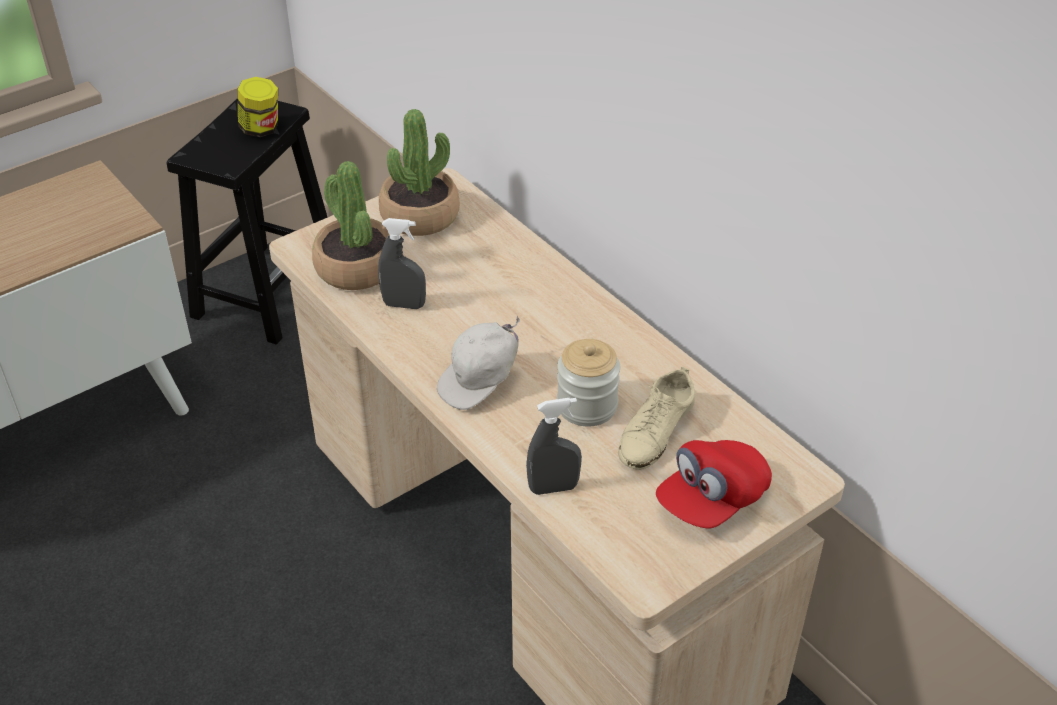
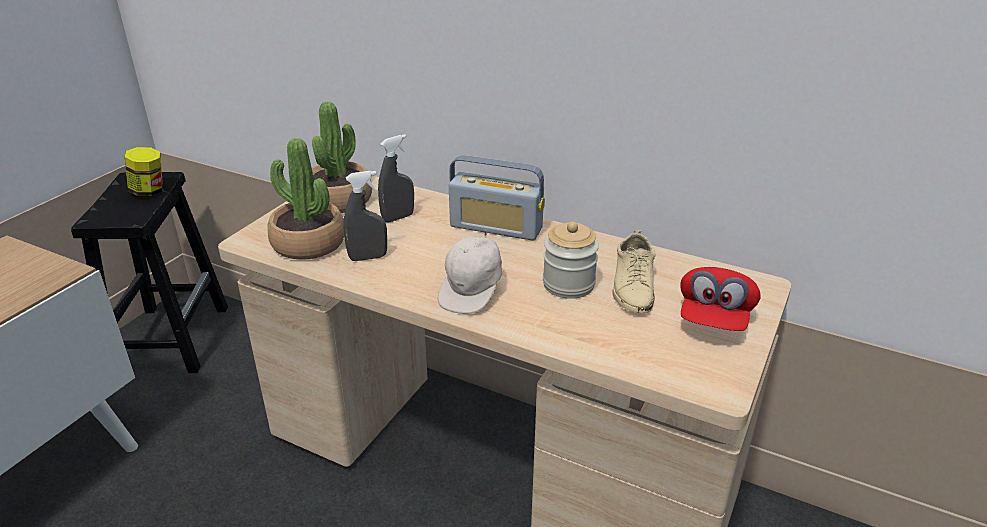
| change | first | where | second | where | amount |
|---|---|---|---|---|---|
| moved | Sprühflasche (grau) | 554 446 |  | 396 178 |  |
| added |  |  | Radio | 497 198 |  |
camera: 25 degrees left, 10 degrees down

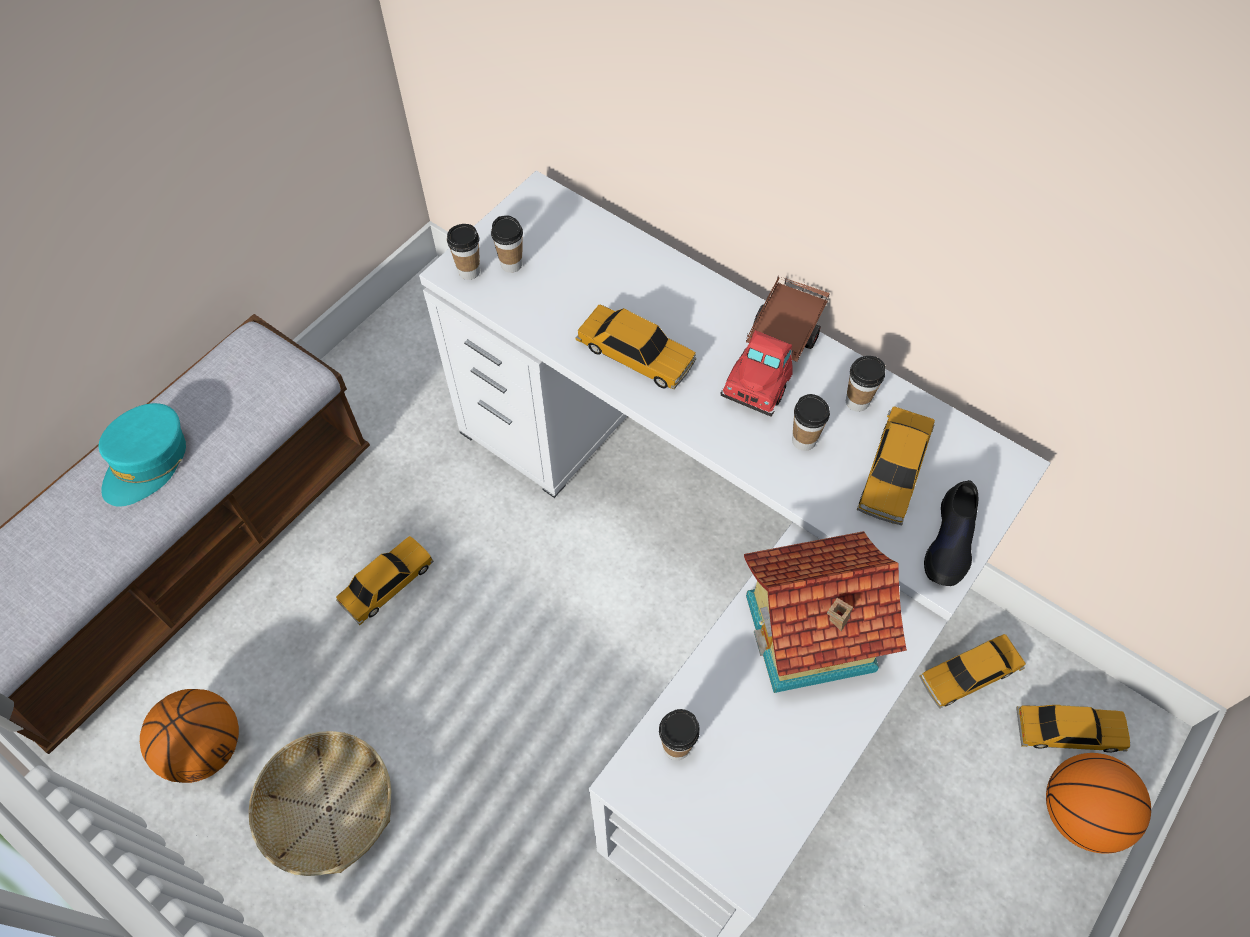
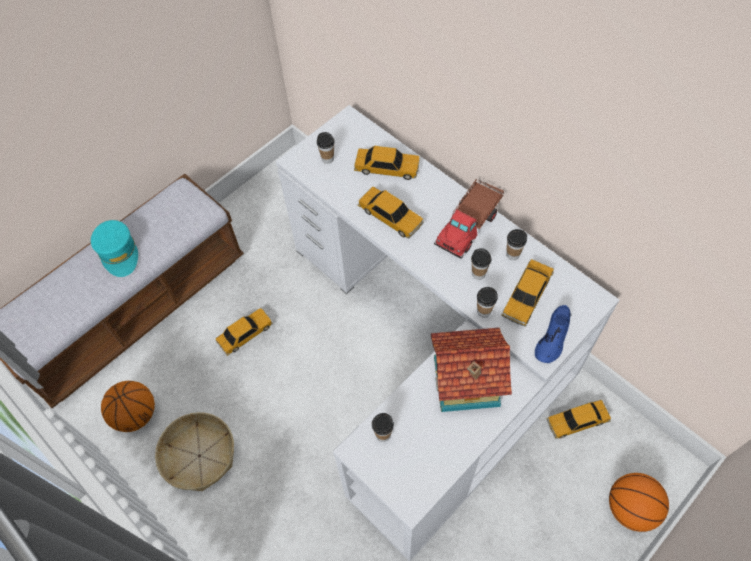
| change | first | where | second | where | amount |
|---|---|---|---|---|---|
| turned | Kappe (türkis) | 142 455 |  | 114 248 | 60 degrees counterclockwise |
| moved | Spielzeugauto | 1073 728 |  | 387 163 |  |
| moved | Tasse | 463 252 |  | 487 302 |  |
| recoloured | Schuh (schwarz) | 951 533 | Schuh (blau) | 552 334 |  |
camera: 10 degrees right, 0 degrees up

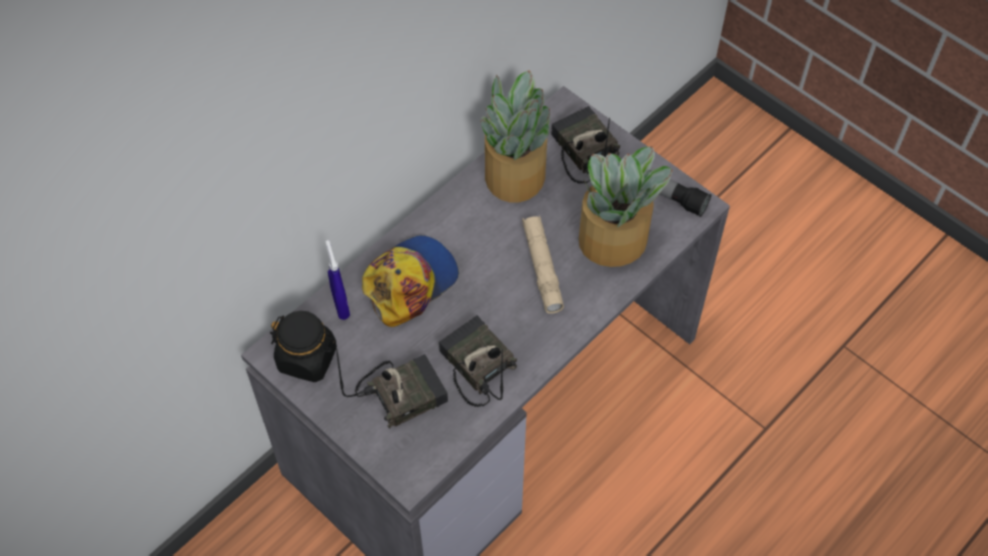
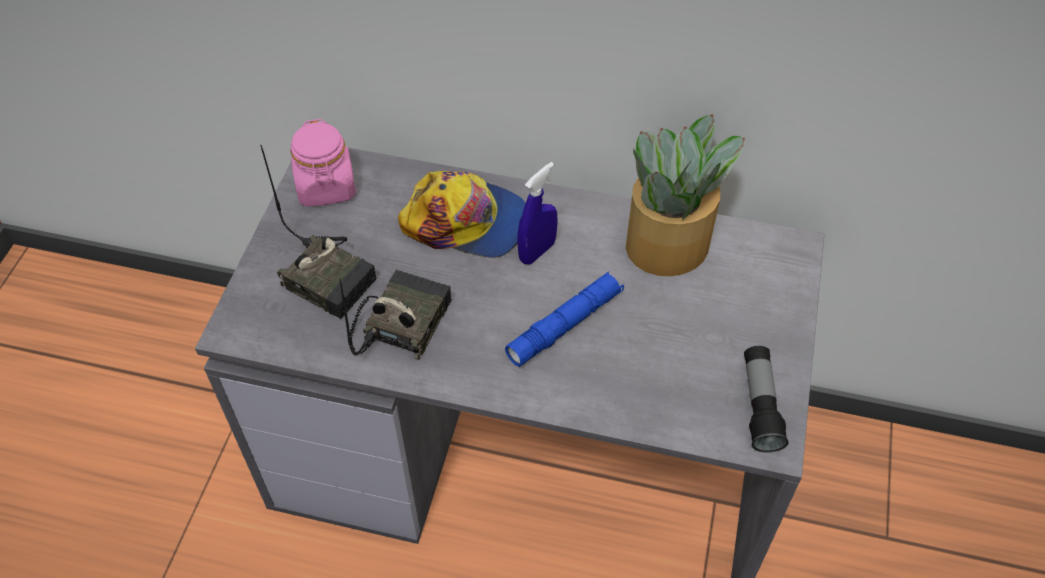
| change | first | where | second | where | amount |
|---|---|---|---|---|---|
| recoloured | Vorratsglas (schwarz) | 303 346 | Vorratsglas (rosa) | 323 163 |  |
| recoloured | Taschenlampe (beige) | 543 264 | Taschenlampe (blau) | 564 319 |  |
| moved | Sprühflasche (blau) | 337 280 |  | 537 213 |  |
| removed | Radio | 585 145 |  |  |  |
| removed | Topfpflanze | 625 206 |  |  |  |
camera: 60 degrees right, 5 degrees down

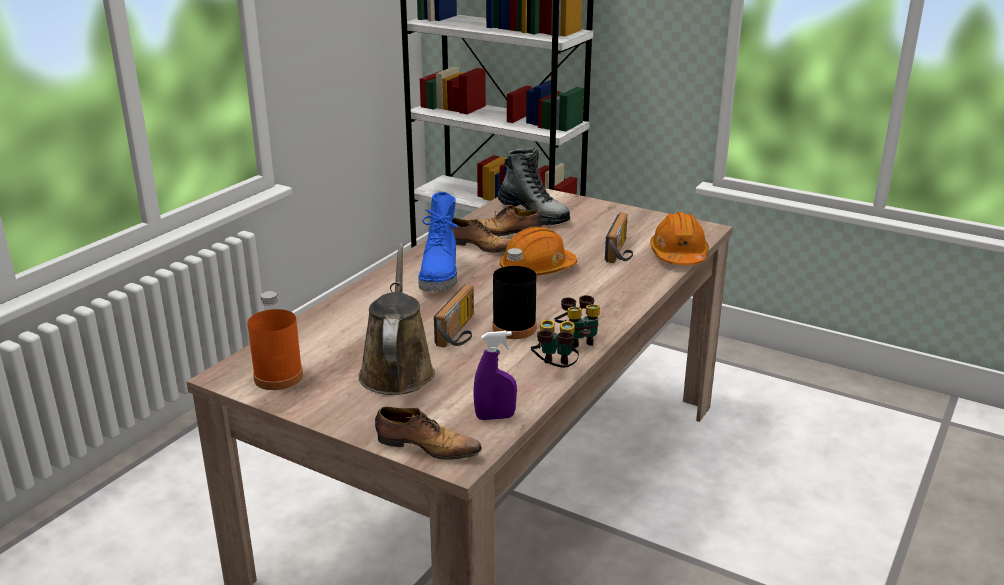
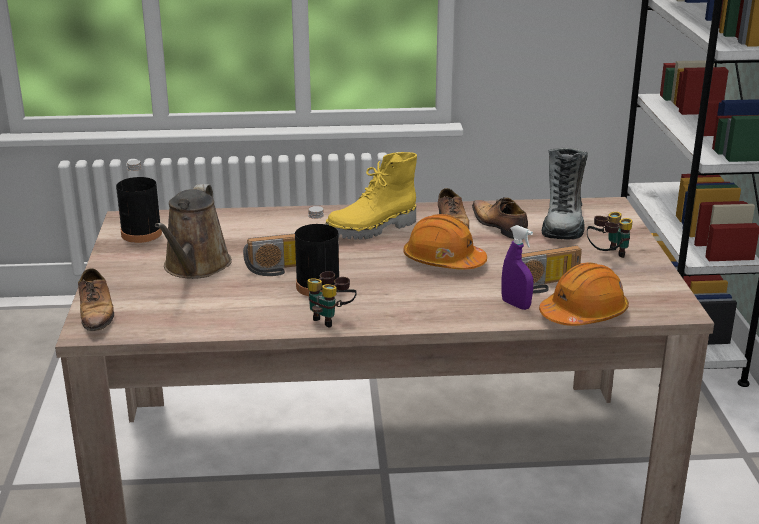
| change | first | where | second | where | amount |
|---|---|---|---|---|---|
| recoloured | Flasche (orange) | 275 340 | Flasche (schwarz) | 139 201 |  |
| turned | Gießkanne (braun) | 396 319 |  | 193 231 | 135 degrees clockwise |
| recoloured | Stiefel (blau) | 438 242 | Stiefel (gelb) | 371 196 |  |
| moved | Sprühflasche (lila) | 495 375 |  | 517 267 |  |
| moved | Fernglas | 555 344 |  | 610 235 |  |
camera: 55 degrees right, 0 degrees up

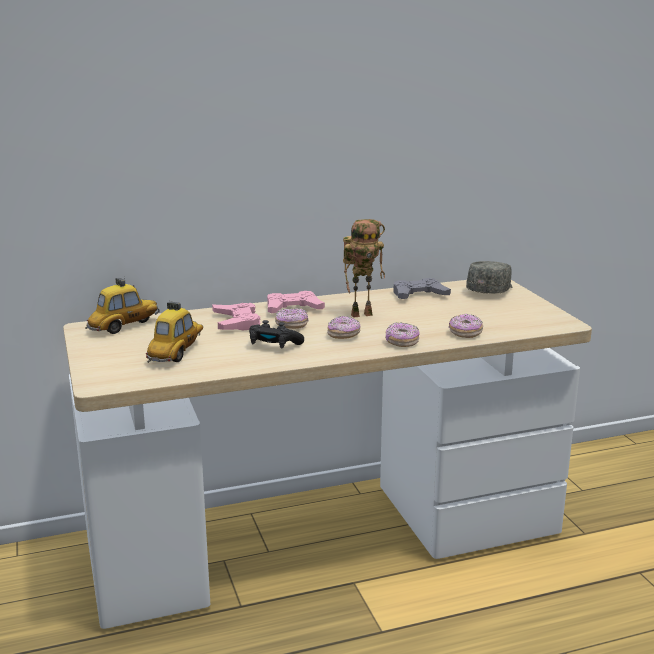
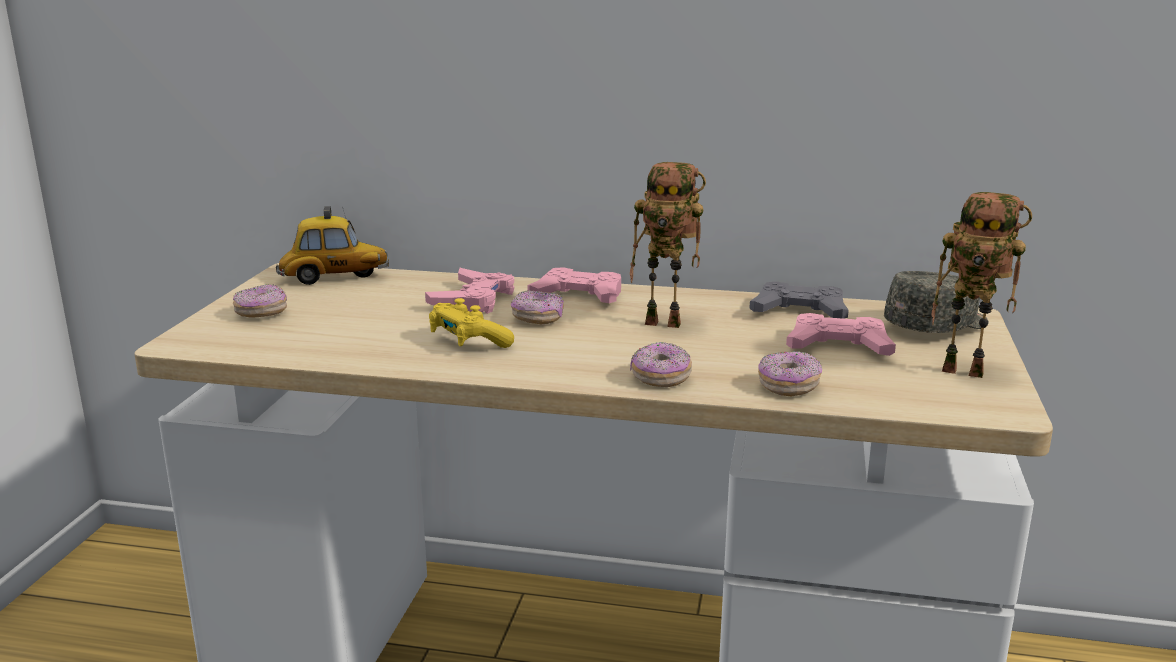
| change | first | where | second | where | amount |
|---|---|---|---|---|---|
| moved | Donut | 343 327 |  | 260 301 |  |
| recoloured | Gamepad (schwarz) | 276 334 | Gamepad (gelb) | 471 323 |  |
| added |  |  | Gamepad (rosa) | 841 334 |  |
| added |  |  | Spielzeugroboter | 981 285 |  |
| removed | Spielzeugauto | 174 332 |  |  |  |
camera: 30 degrees right, 0 degrees up

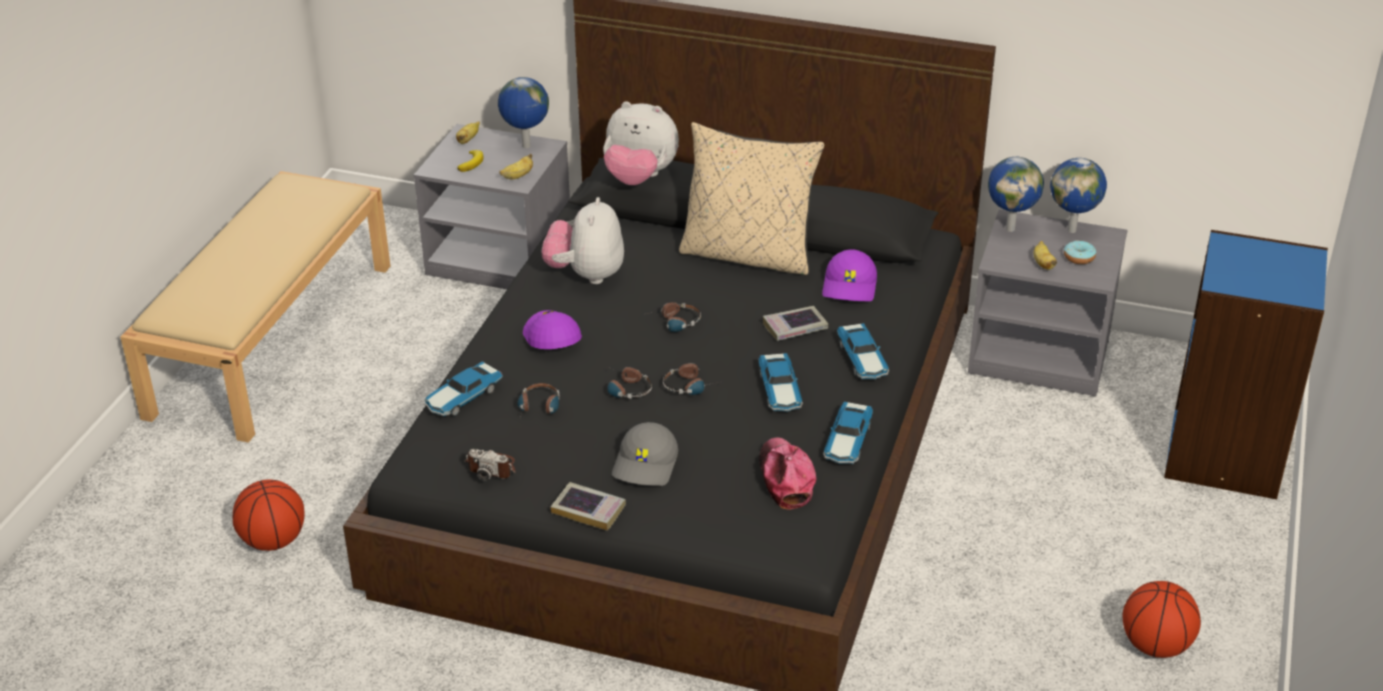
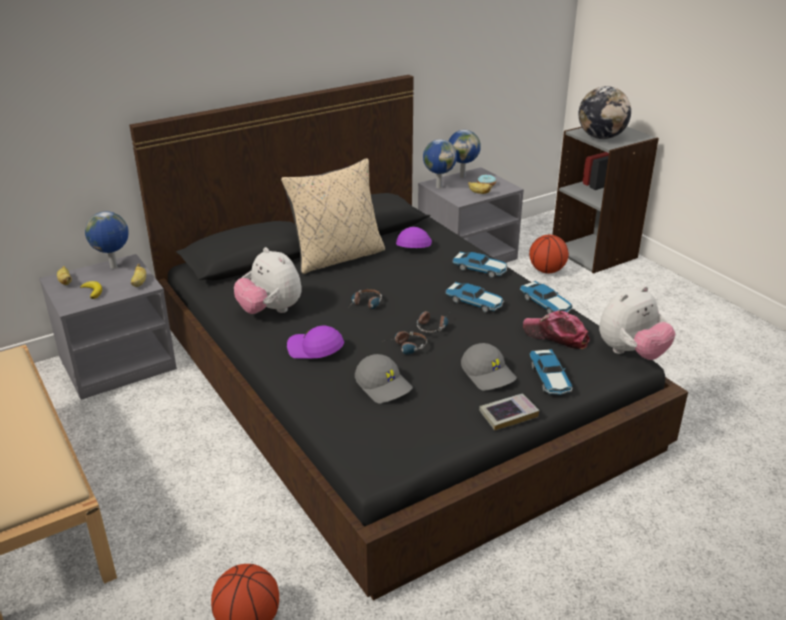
| change | first | where | second | where | amount |
|---|---|---|---|---|---|
| replaced | Kopfhörer | 538 400 | Kappe (grau) | 384 378 |  |
| turned | Kappe (lila) | 849 275 |  | 414 237 | 135 degrees counterclockwise |
| moved | Basketball | 1162 619 |  | 549 254 |  |
| moved | Spielzeugauto | 463 389 |  | 551 372 |  |
| recoloured | Bücherregal (blau) | 1246 364 | Bücherregal (grau) | 605 200 |  |
| added |  |  | Globus | 604 112 |  |
| moved | Plüschtier | 641 143 |  | 637 323 |  |
| removed | Kamera | 489 465 |  |  |  |
| removed | Buch | 795 323 |  |  |  |
camera: 50 degrees left, 5 degrees down

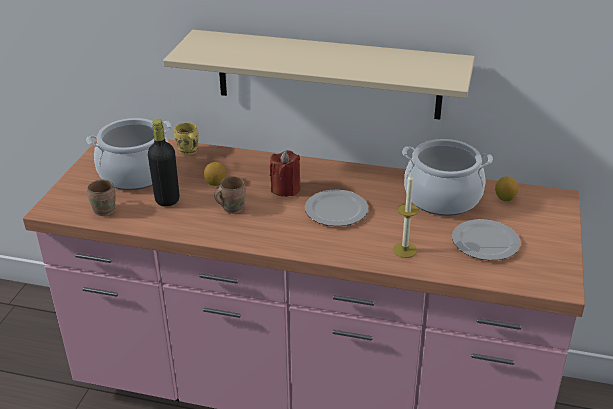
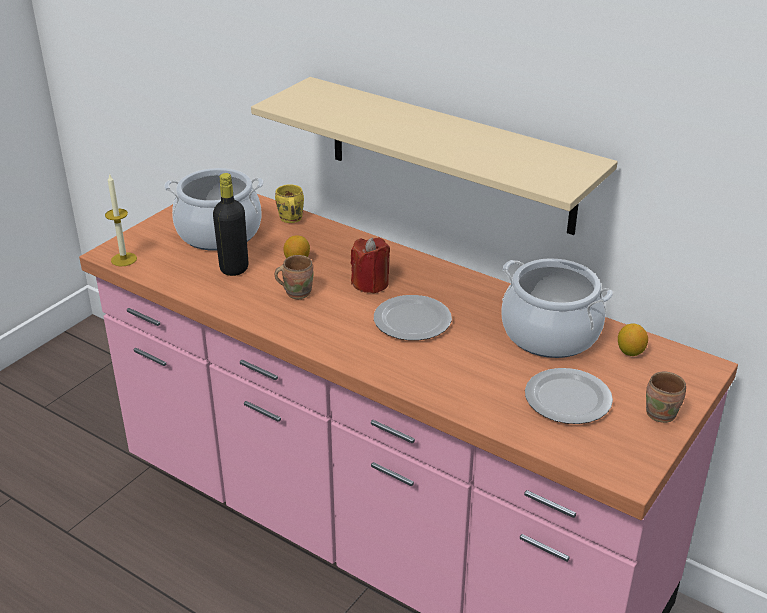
| change | first | where | second | where | amount |
|---|---|---|---|---|---|
| moved | Kerze | 406 216 |  | 121 219 |  |
| moved | Henkelbecher (braun) | 101 198 |  | 666 397 |  |
camera: 20 degrees right, 0 degrees up

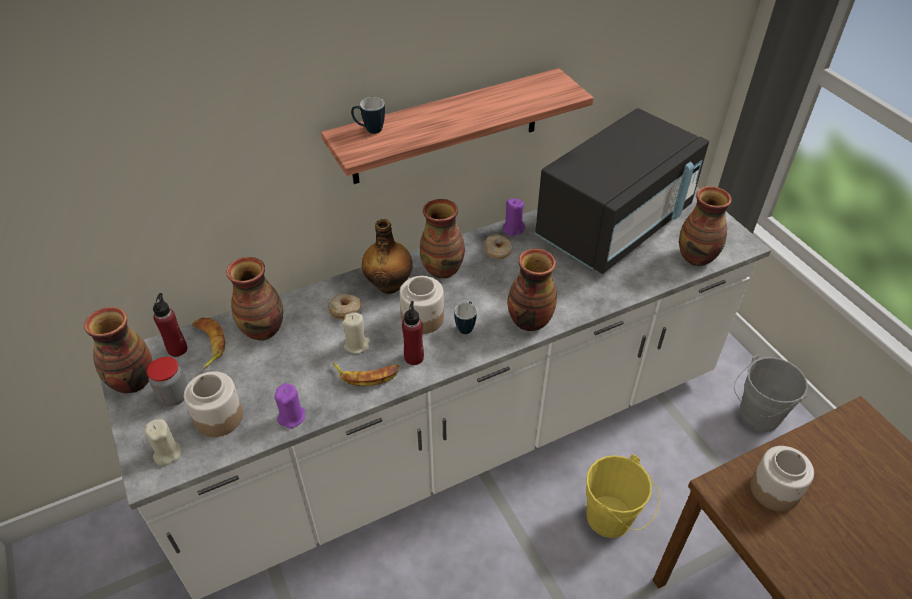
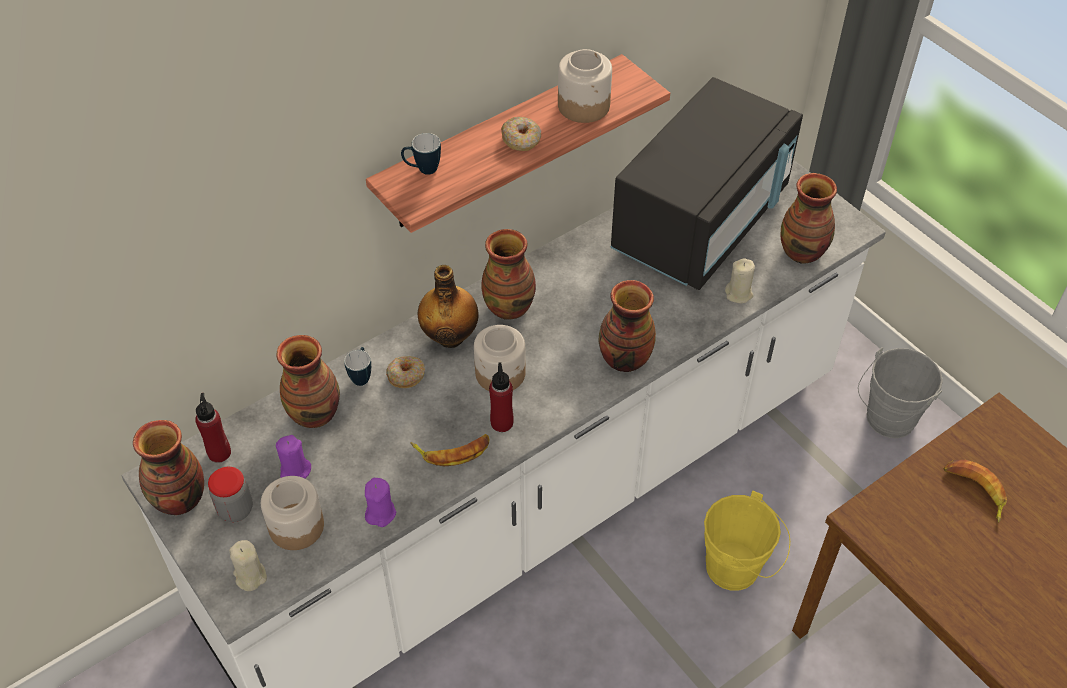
| change | first | where | second | where | amount |
|---|---|---|---|---|---|
| moved | Kerze (lila) | 514 217 |  | 293 457 |  |
| moved | Henkelbecher | 465 317 |  | 357 366 |  |
| moved | Donut | 498 246 |  | 521 134 |  |
| moved | Vorratsglas | 782 479 |  | 585 86 |  |
| moved | Kerze (beige) | 356 333 |  | 740 281 |  |
| moved | Banane | 208 343 |  | 975 491 |  |
camera: 10 degrees left, 5 degrees up

